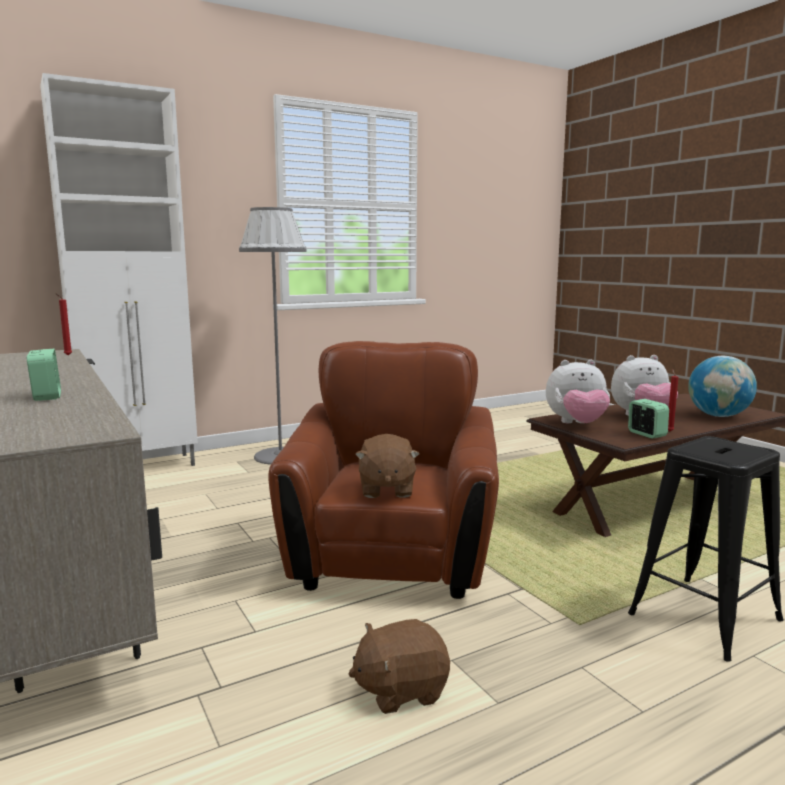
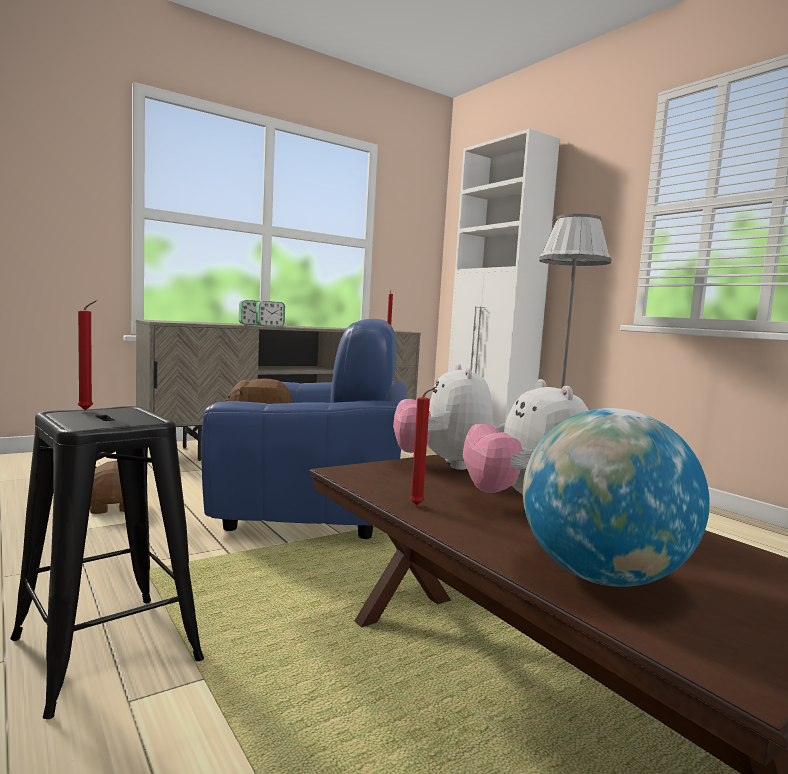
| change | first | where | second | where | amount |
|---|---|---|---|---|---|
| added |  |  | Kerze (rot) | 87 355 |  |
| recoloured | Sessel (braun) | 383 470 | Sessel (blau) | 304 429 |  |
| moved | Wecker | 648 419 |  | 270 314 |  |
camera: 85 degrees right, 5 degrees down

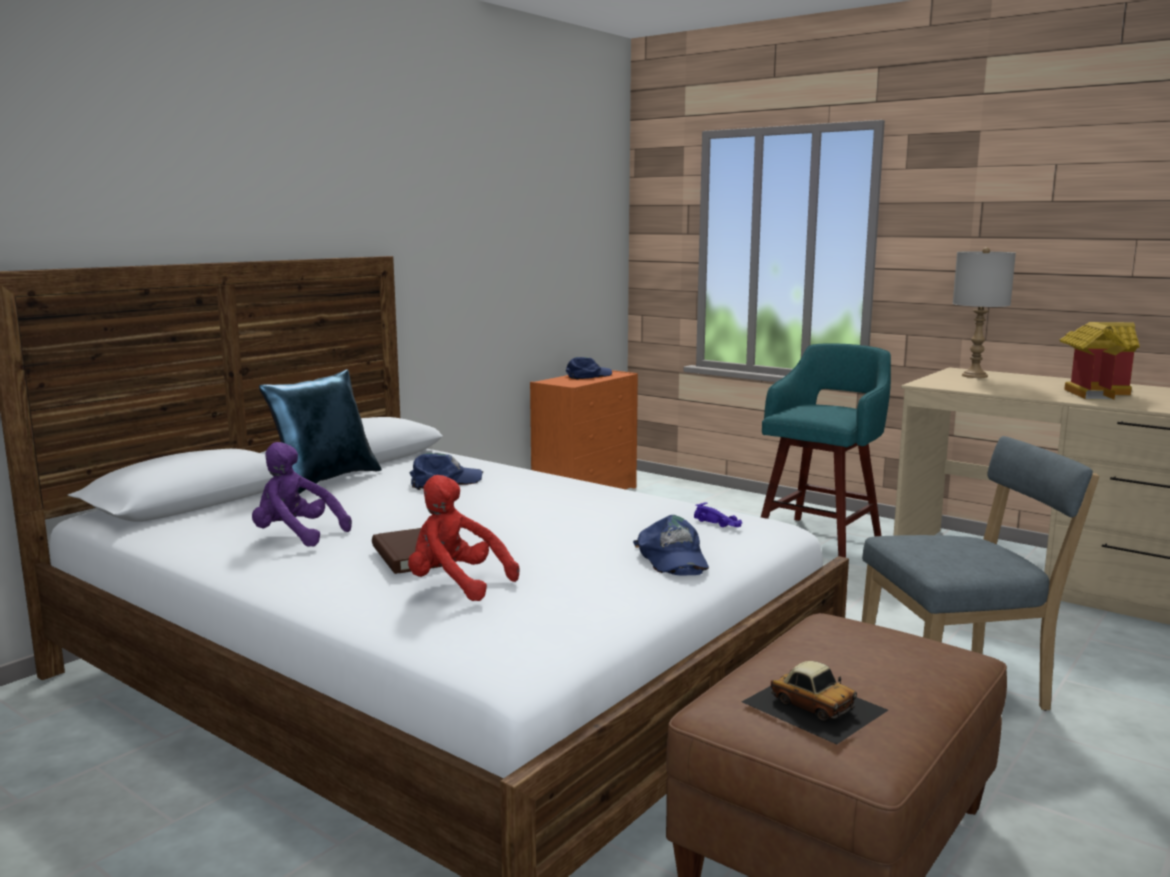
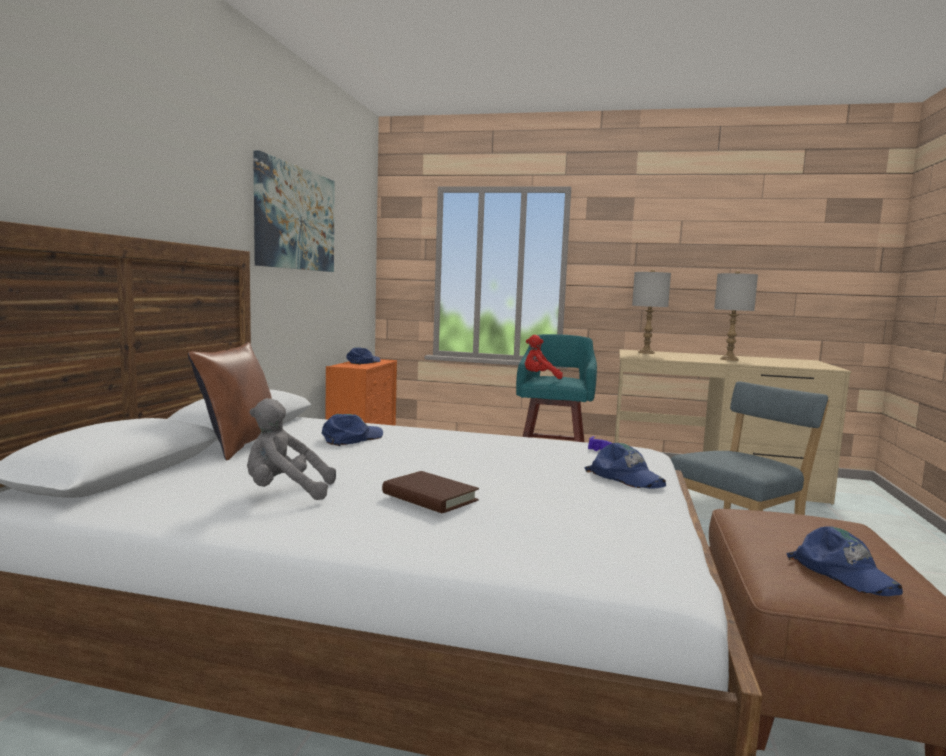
| change | first | where | second | where | amount |
|---|---|---|---|---|---|
| recoloured | Kissen (blau) | 320 431 | Kissen (braun) | 230 401 |  |
| recoloured | Plüschtier (lila) | 302 494 | Plüschtier (grau) | 291 449 |  |
| added |  |  | Bild | 294 211 |  |
| moved | Plüschtier (rot) | 464 538 |  | 544 357 |  |
| replaced | Spielzeughaus | 1099 361 | Tischlampe (grau) | 736 316 |  |
| replaced | Spielzeugauto | 815 702 | Kappe (blau) | 845 561 |  |
camera: 25 degrees left, 5 degrees down

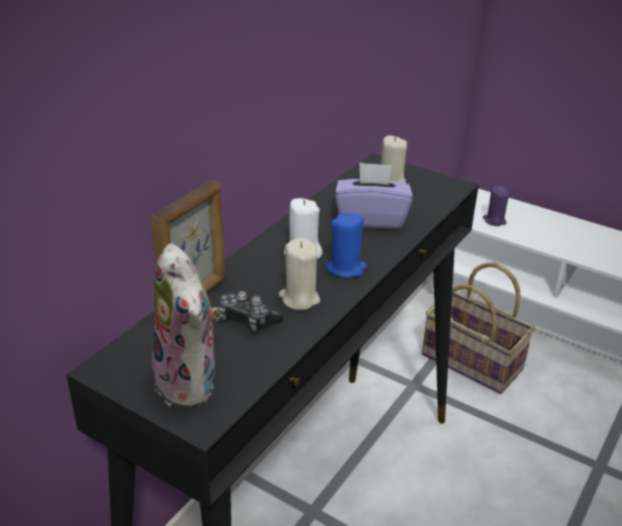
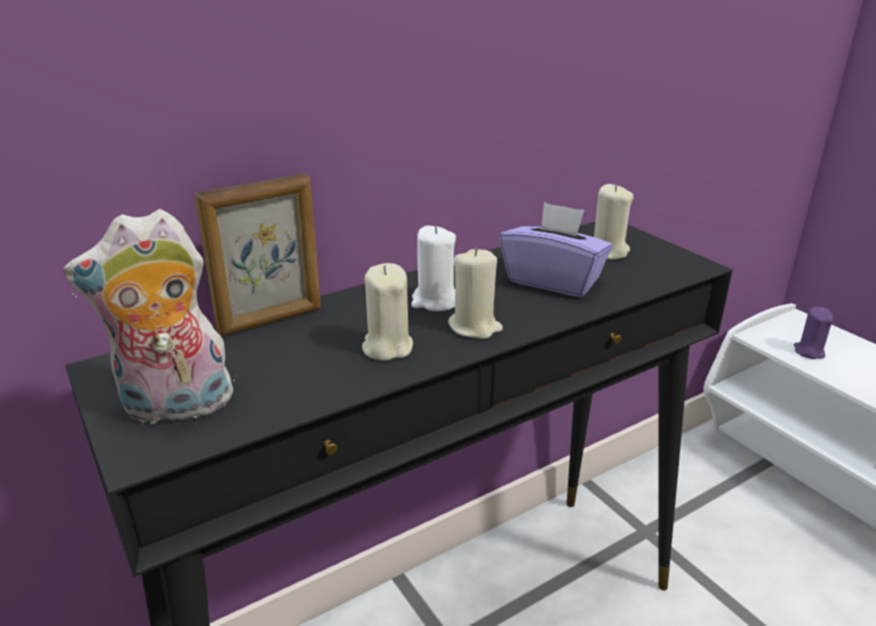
| change | first | where | second | where | amount |
|---|---|---|---|---|---|
| turned | Plüschtier | 186 325 |  | 150 317 | 75 degrees clockwise |
| recoloured | Kerze (blau) | 346 245 | Kerze (beige) | 475 293 |  |
| removed | Gamepad | 250 311 |  |  |  |
| removed | Korb | 478 328 |  |  |  |
camera: 25 degrees right, 5 degrees down

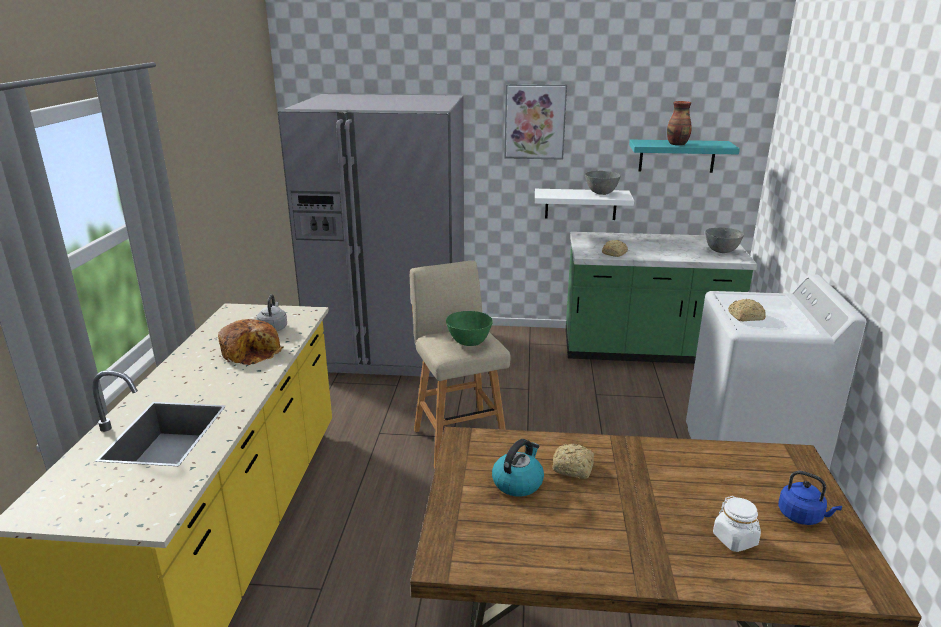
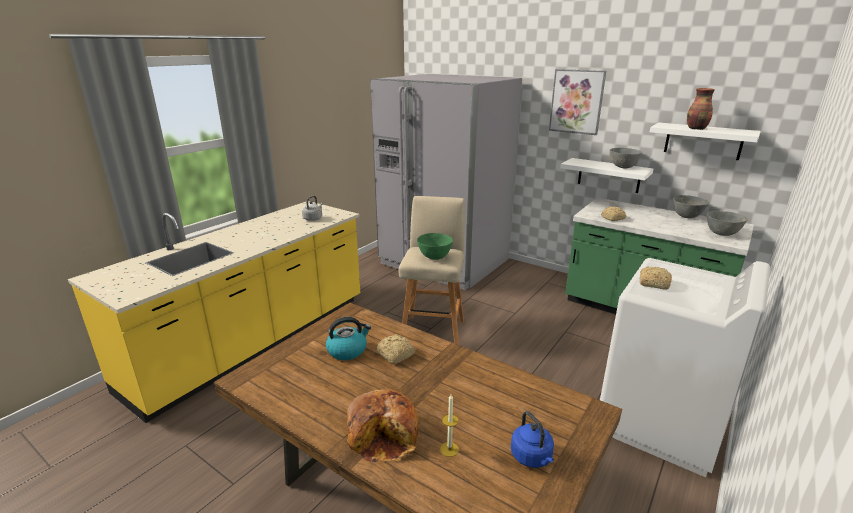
| change | first | where | second | where | amount |
|---|---|---|---|---|---|
| moved | Brot | 250 342 |  | 382 426 |  |
| replaced | Vorratsglas (weiß) | 737 524 | Kerze | 449 426 |  |
| recoloured | Wandregal (türkis) | 684 156 | Wandregal (weiß) | 705 141 |  |
| added |  |  | Schüssel (grau) | 691 206 |  |
camera: 30 degrees right, 0 degrees up

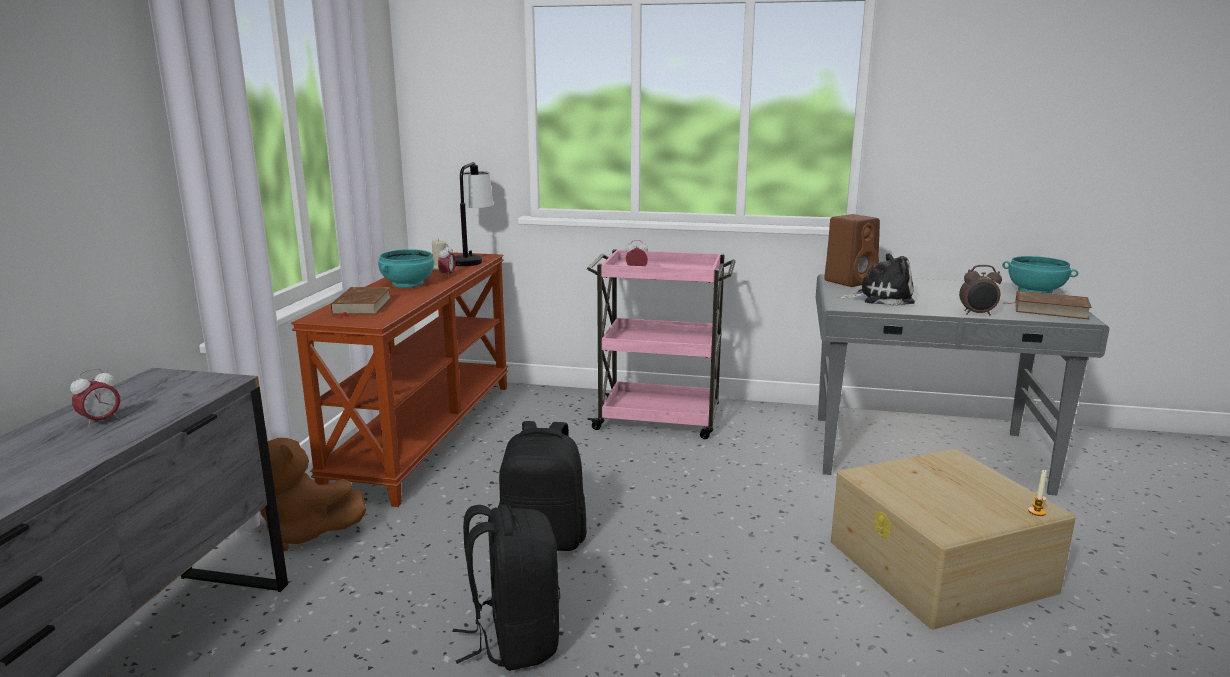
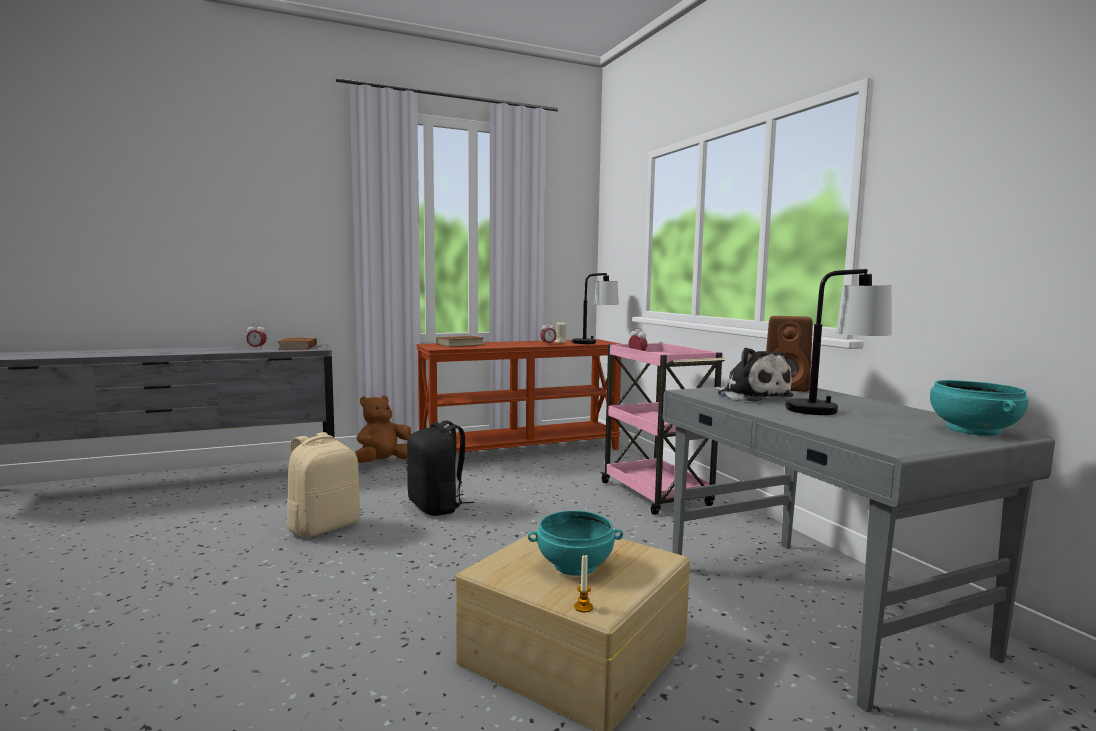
| change | first | where | second | where | amount |
|---|---|---|---|---|---|
| moved | Buch (braun) | 1047 305 |  | 297 343 |  |
| recoloured | Rucksack (schwarz) | 506 588 | Rucksack (beige) | 323 485 |  |
| turned | Plüschtier (braun) | 313 495 |  | 383 429 | 60 degrees clockwise |
| moved | Schüssel (türkis) | 406 268 |  | 575 543 |  |
| added |  |  | Tischlampe | 838 342 |  |
| removed | Wecker | 980 290 |  |  |  |
camera: 55 degrees right, 10 degrees down

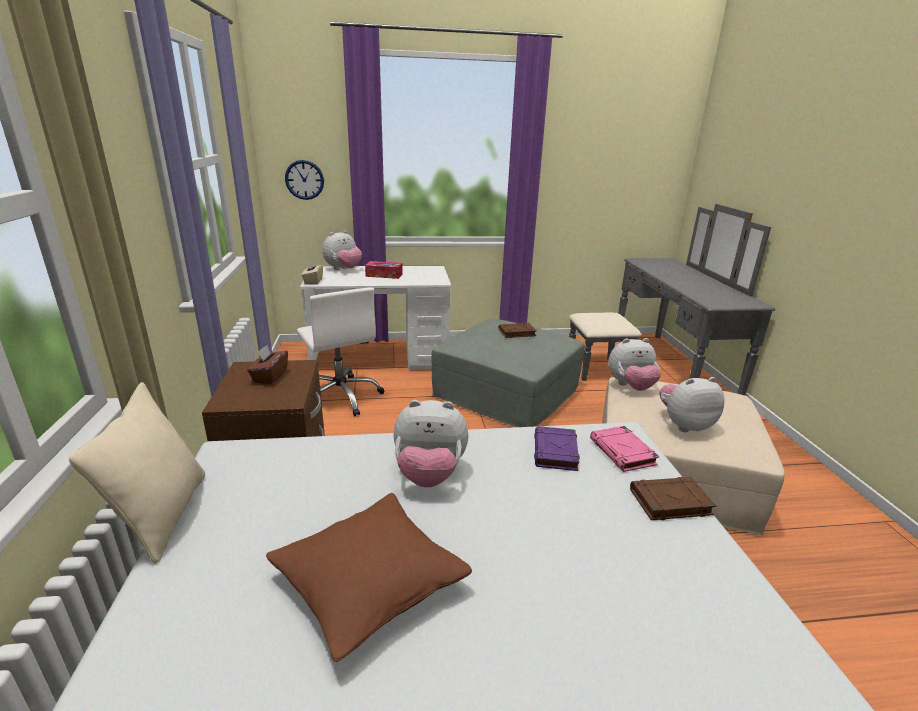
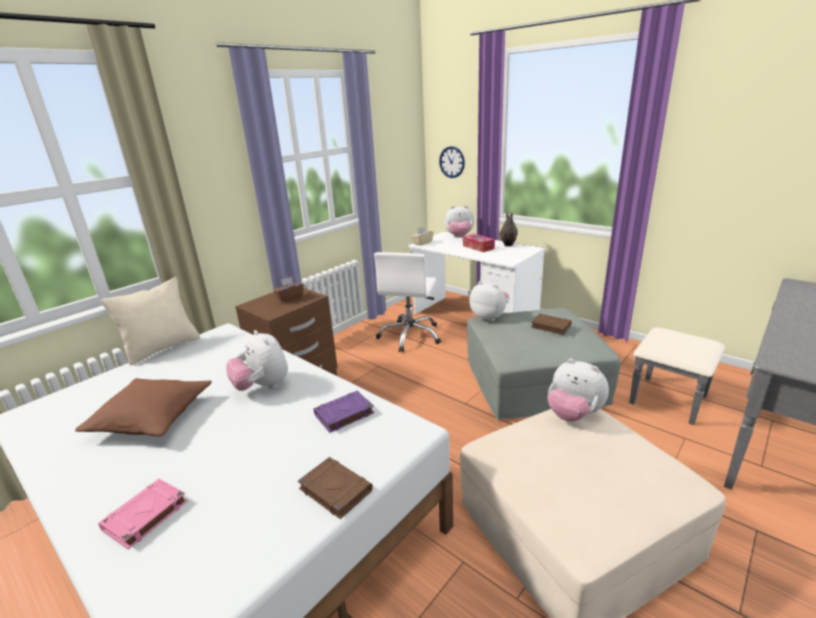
| change | first | where | second | where | amount |
|---|---|---|---|---|---|
| moved | Buch (rosa) | 625 449 |  | 143 514 |  |
| moved | Plüschtier | 692 404 |  | 489 301 |  |
| added |  |  | Vase | 509 230 |  |
camera: 50 degrees right, 0 degrees up

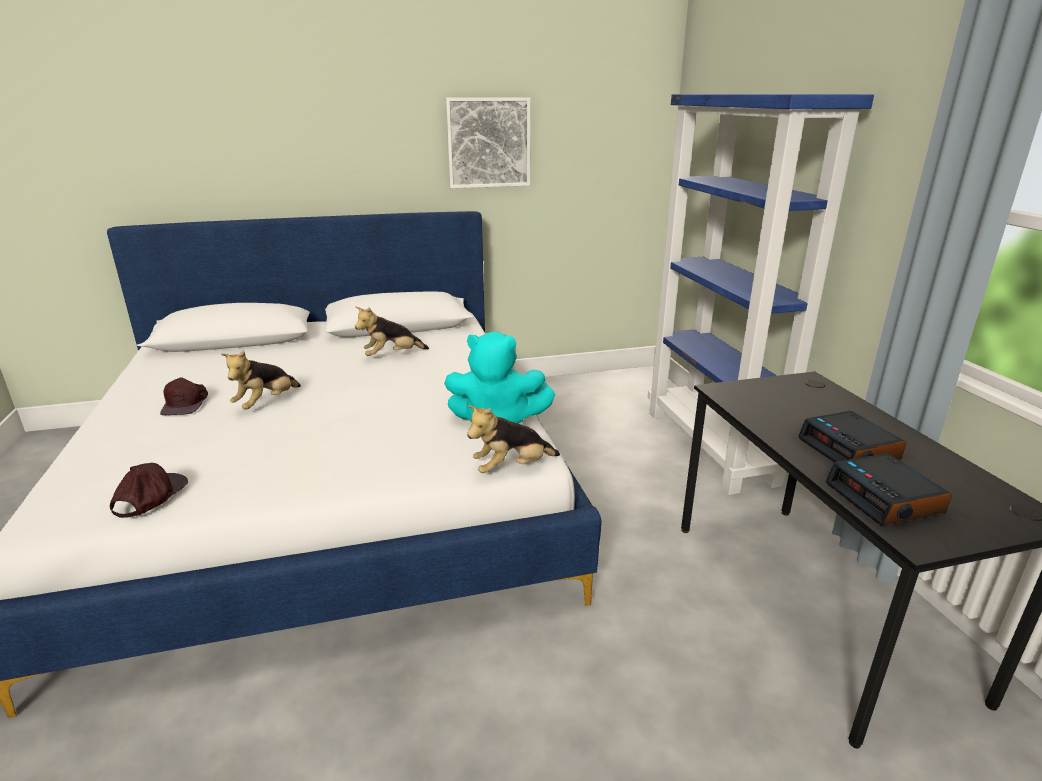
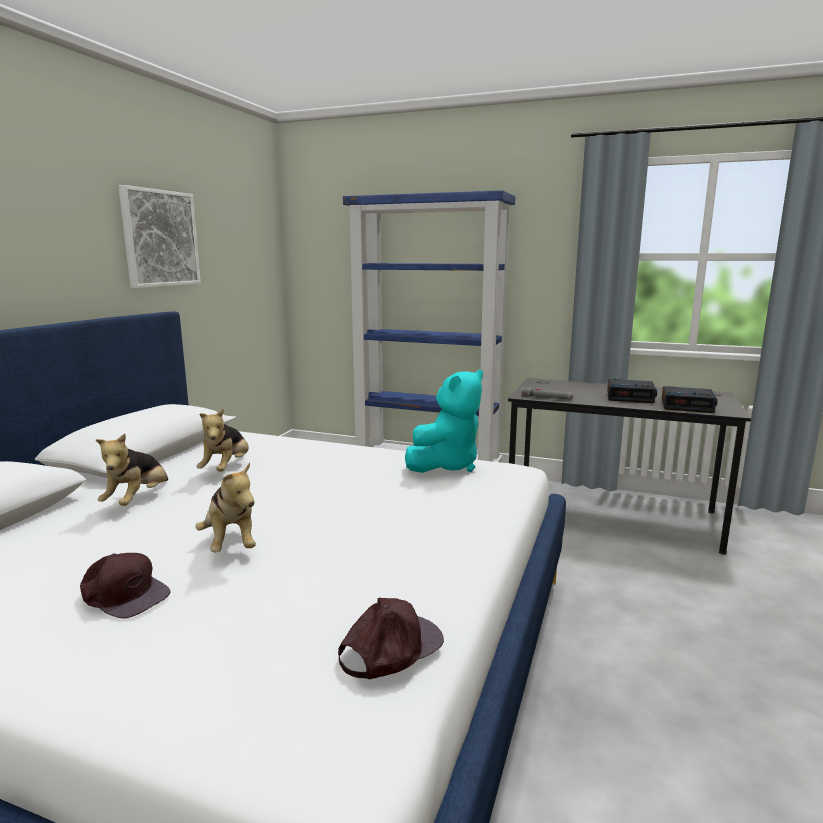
| change | first | where | second | where | amount |
|---|---|---|---|---|---|
| moved | Plüschtier | 513 439 |  | 132 469 |  |
| turned | Kappe (braun) | 149 490 |  | 391 638 | 90 degrees clockwise |
| added |  |  | Taschenlampe (grau) | 547 393 |  |
camera: 55 degrees left, 10 degrees down

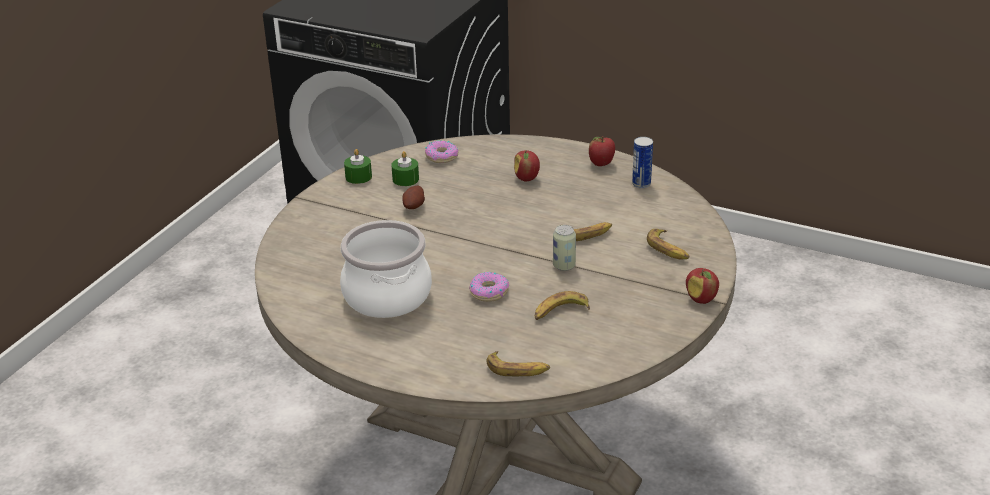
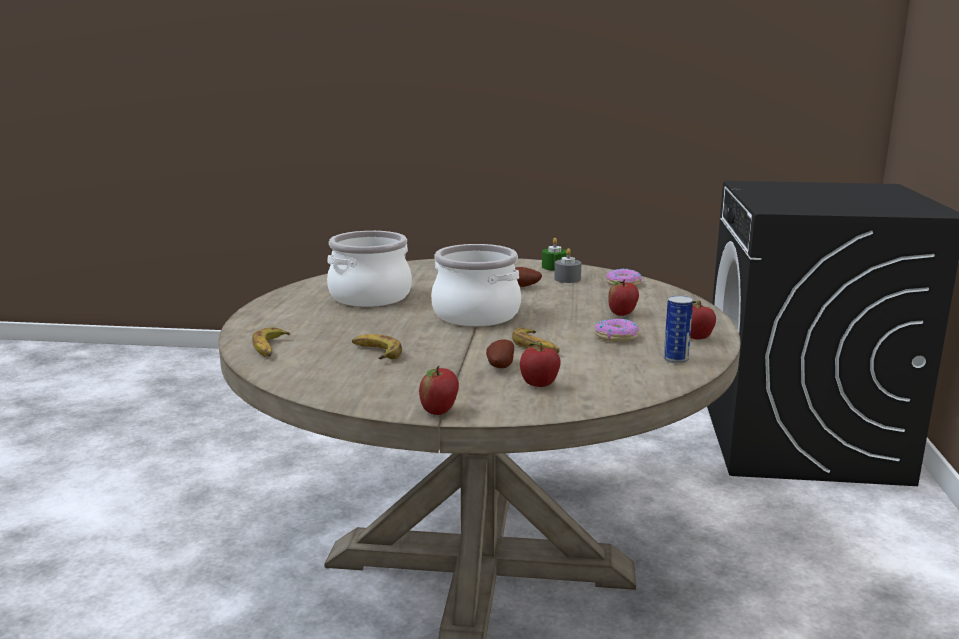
| change | first | where | second | where | amount |
|---|---|---|---|---|---|
| added |  |  | Kochtopf | 476 285 |  |
| added |  |  | Kartoffel | 500 353 |  |
| replaced | Banane | 668 244 | Apfel | 540 364 |  |
| recoloured | Kerze (grün) | 405 168 | Kerze (grau) | 567 265 |  |
| moved | Donut | 489 287 |  | 617 330 |  |
| removed | Dose | 564 248 |  |  |  |
camera: 70 degrees right, 15 degrees down

